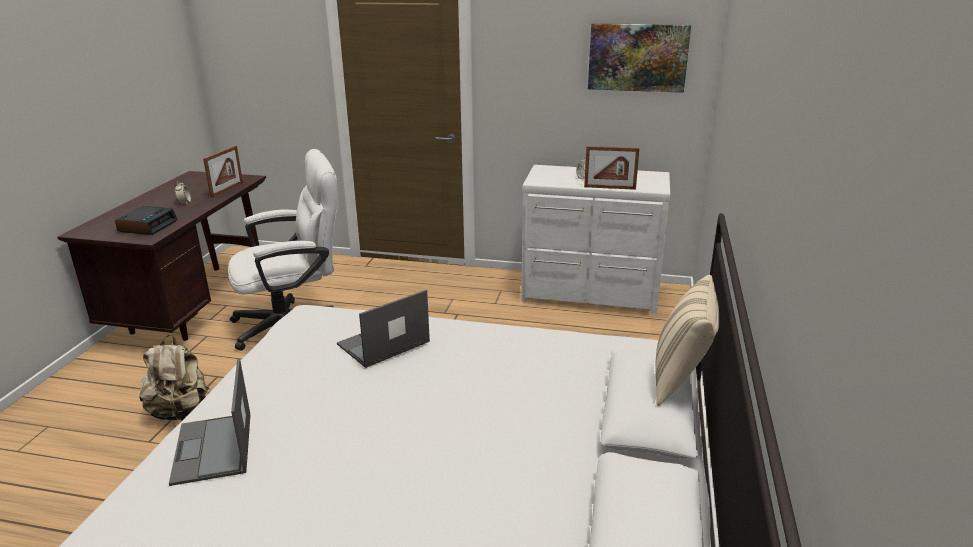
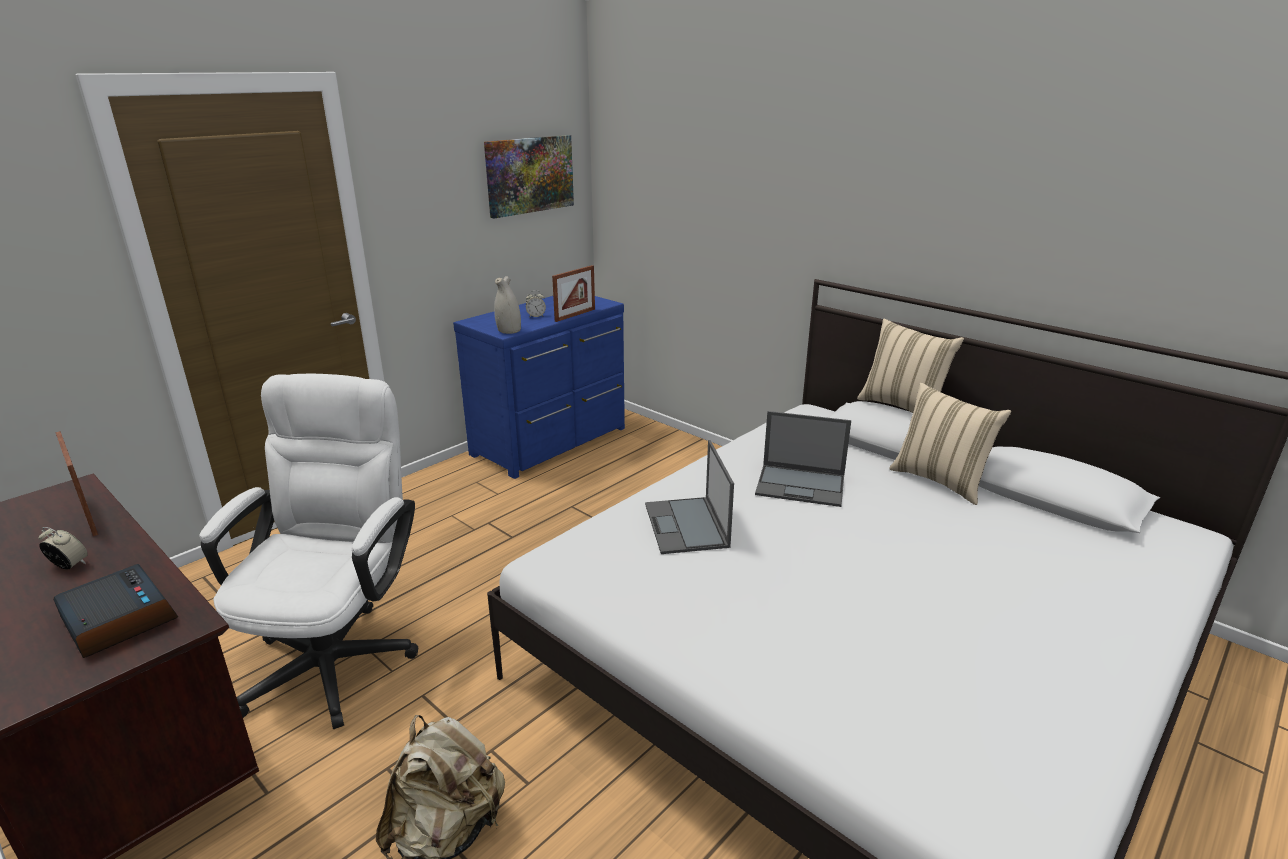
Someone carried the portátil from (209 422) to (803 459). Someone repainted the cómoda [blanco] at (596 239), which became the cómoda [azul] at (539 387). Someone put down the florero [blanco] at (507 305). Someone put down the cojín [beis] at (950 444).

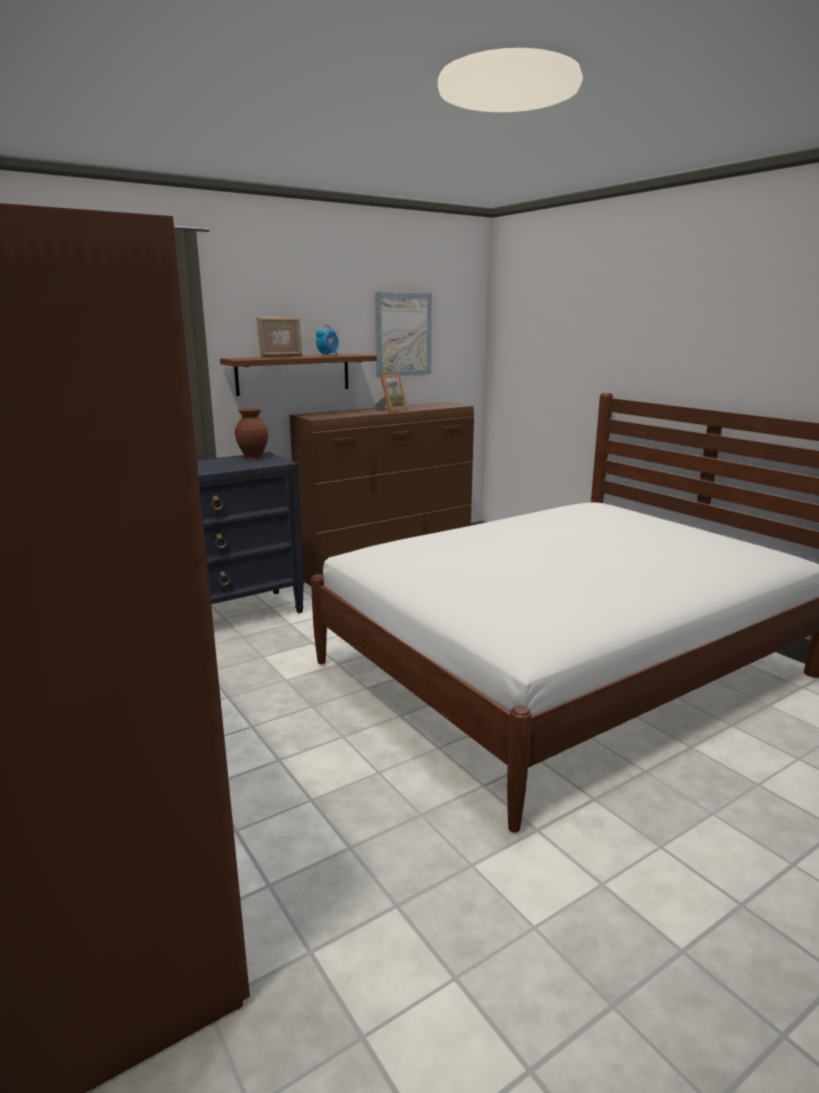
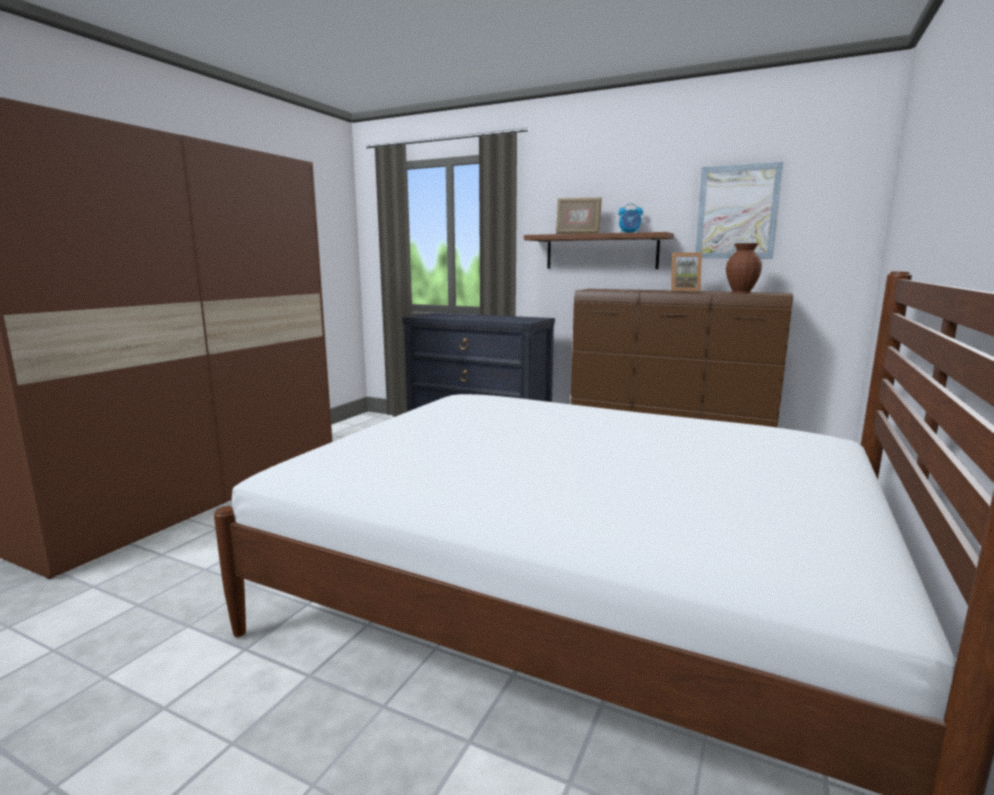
Someone carried the florero [marrón] from (251 434) to (744 268).

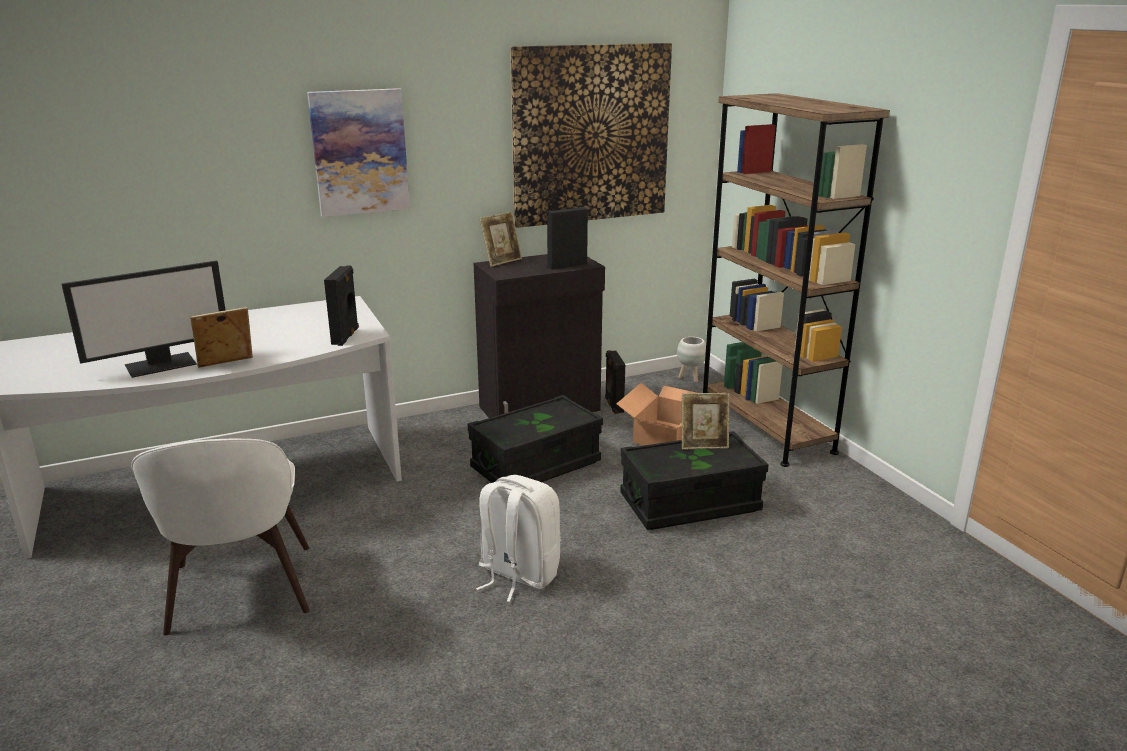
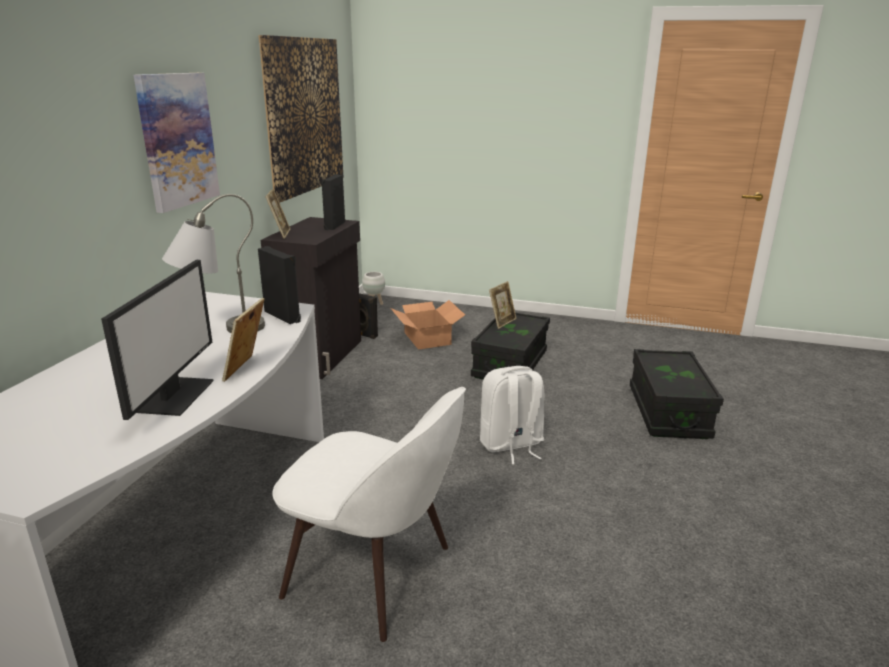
Someone carried the caja de almacenaje [negro] from (535 439) to (677 394). Someone took away the estantería [marrón] at (796 280). Someone put down the lámpara de mesa [gris] at (213 263).

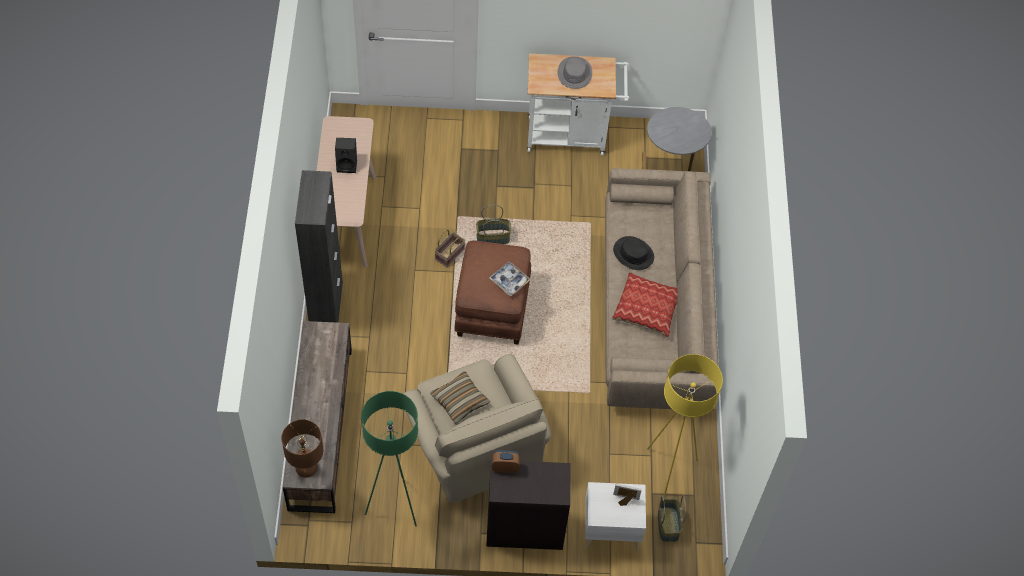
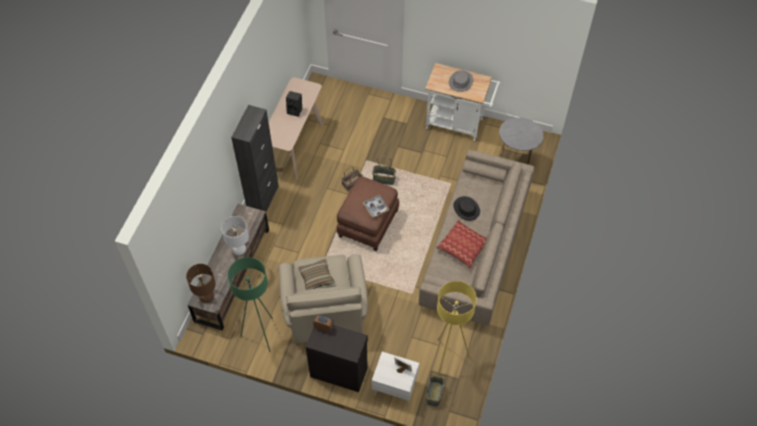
Someone put down the lámpara de mesa [blanco] at (235 235).

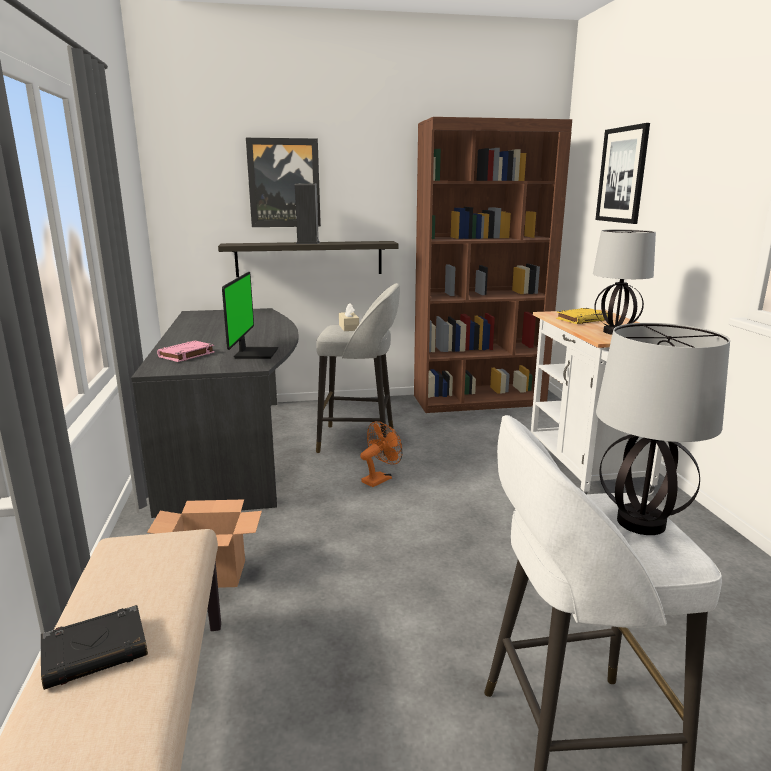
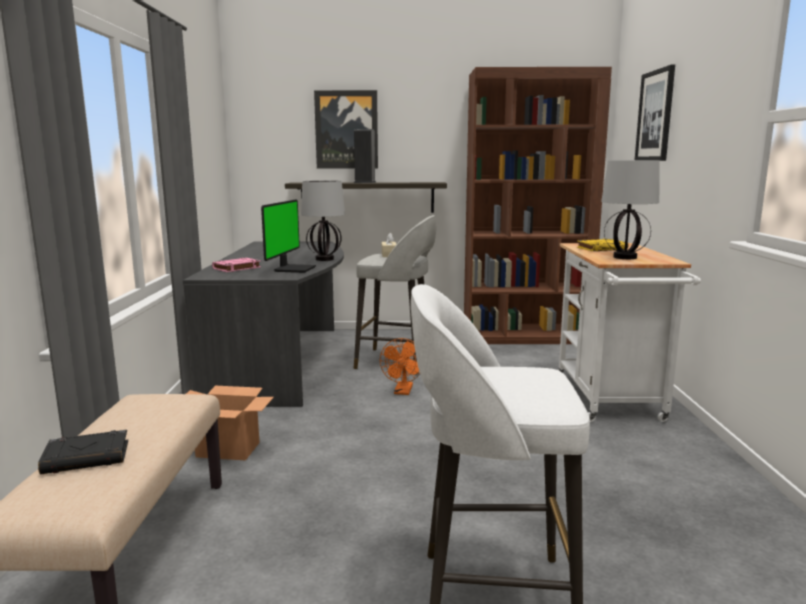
Someone rotated the ventilador [naranja] at (381 454) by 135 degrees clockwise. Someone carried the lámpara de mesa from (663 429) to (323 220).

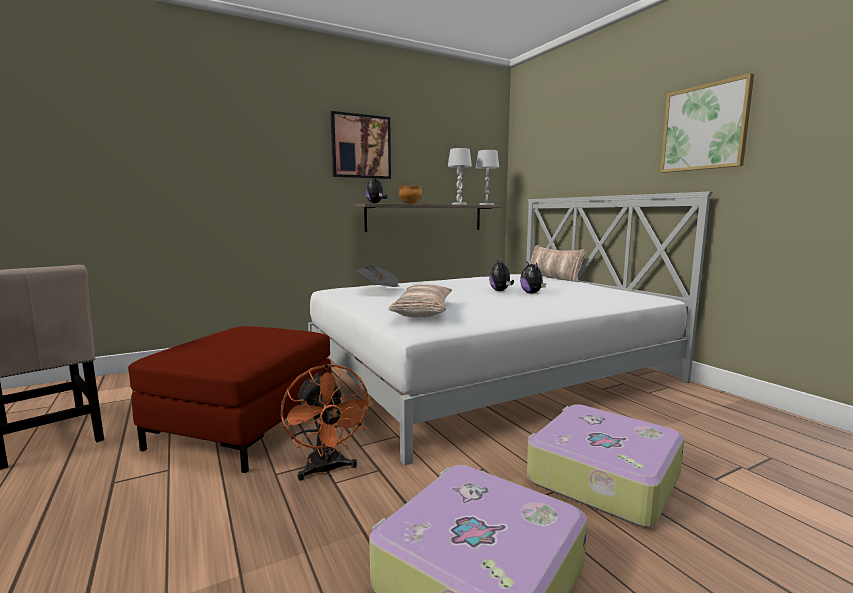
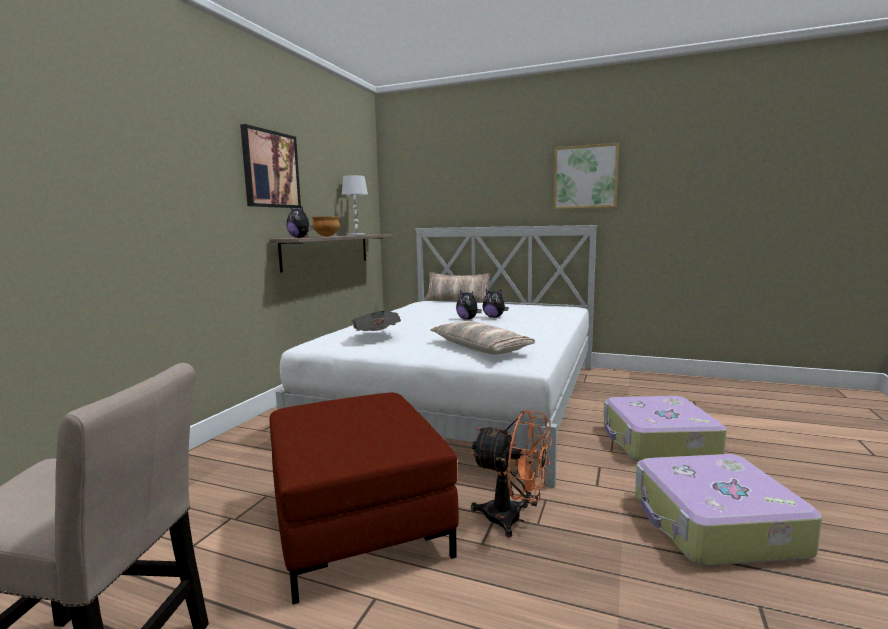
Someone took away the lámpara de mesa [blanco] at (487 177).

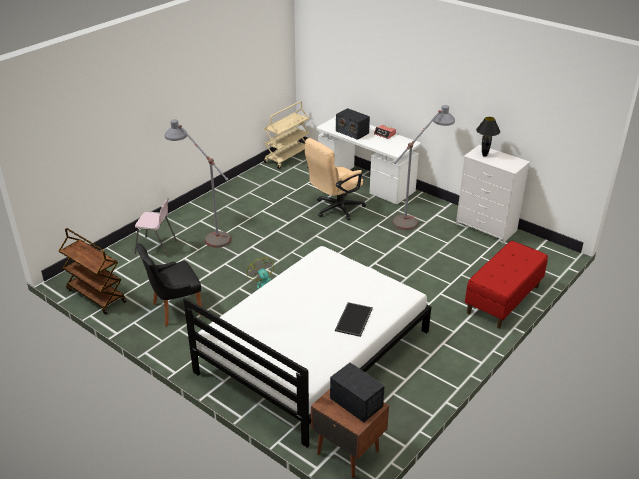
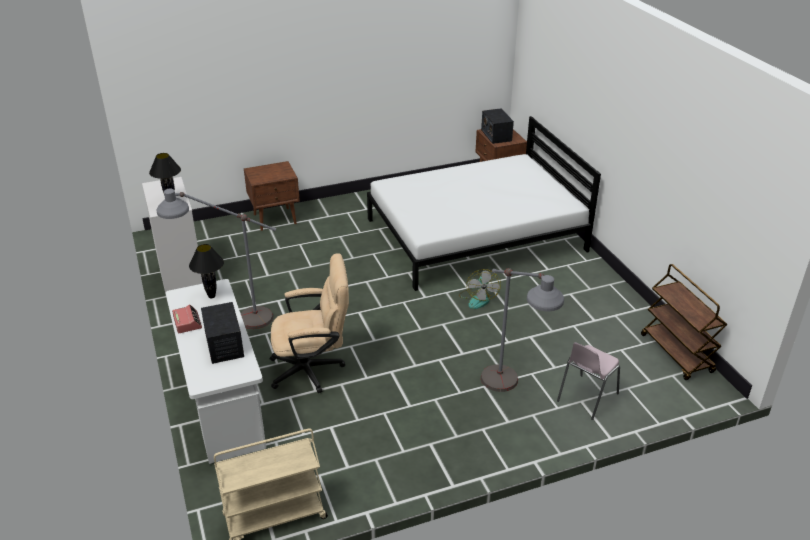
Someone rotated the silla [rosa] at (156 227) by 90 degrees counterclockwise. Someone took away the silla [negro] at (169 284). Someone took away the bandeja at (354 319). Someone swapped the banco [rojo] at (506 284) for the mesita de noche [marrón] at (272 196). Someone put down the lámpara de mesa [negro] at (206 271).

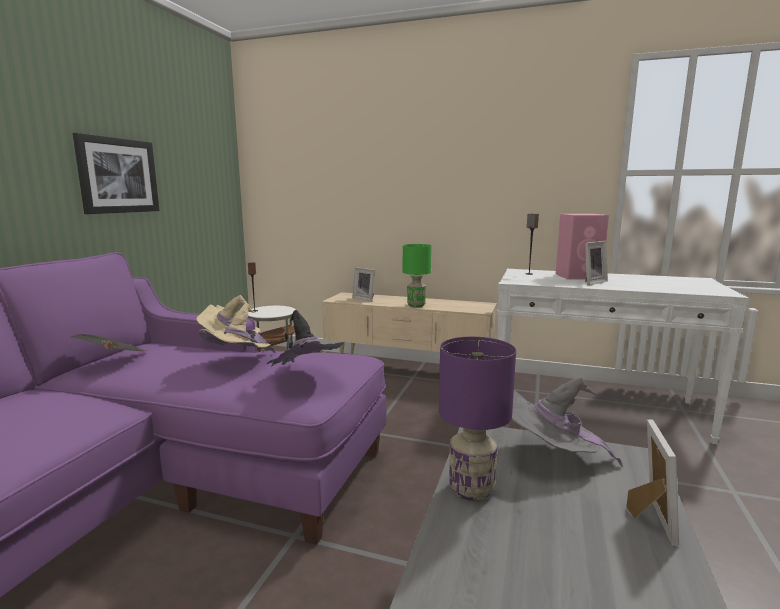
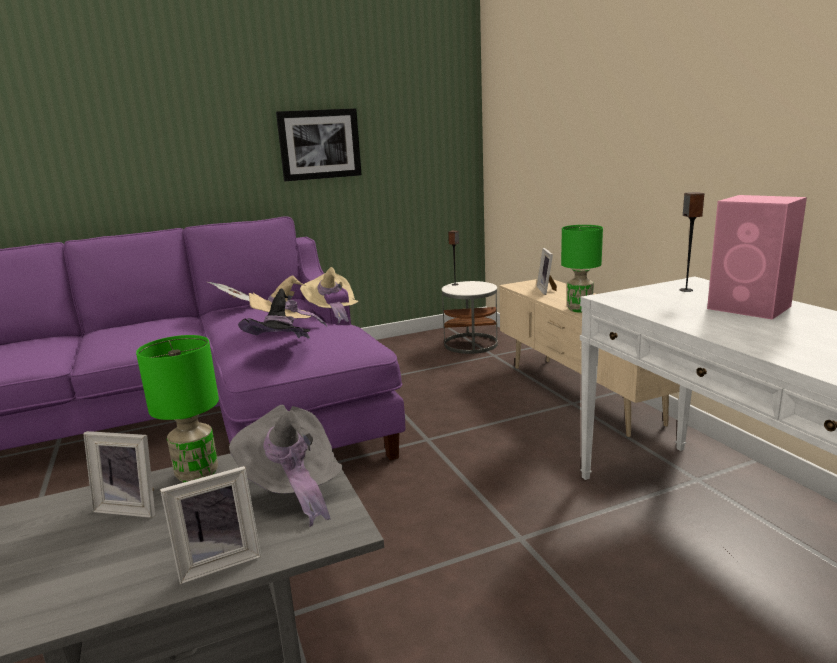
Someone repainted the lámpara de mesa [morado] at (477 419), which became the lámpara de mesa [verde] at (177 409). Someone carried the portarretratos from (596 263) to (119 474).

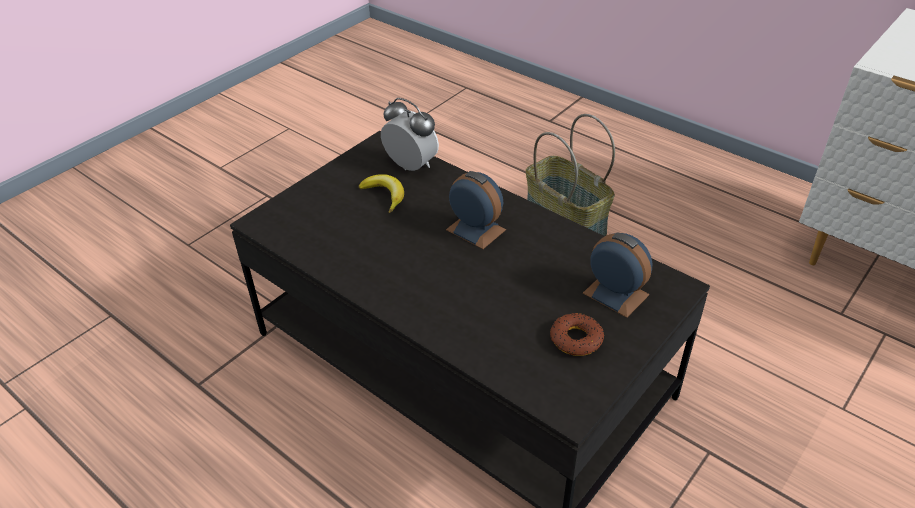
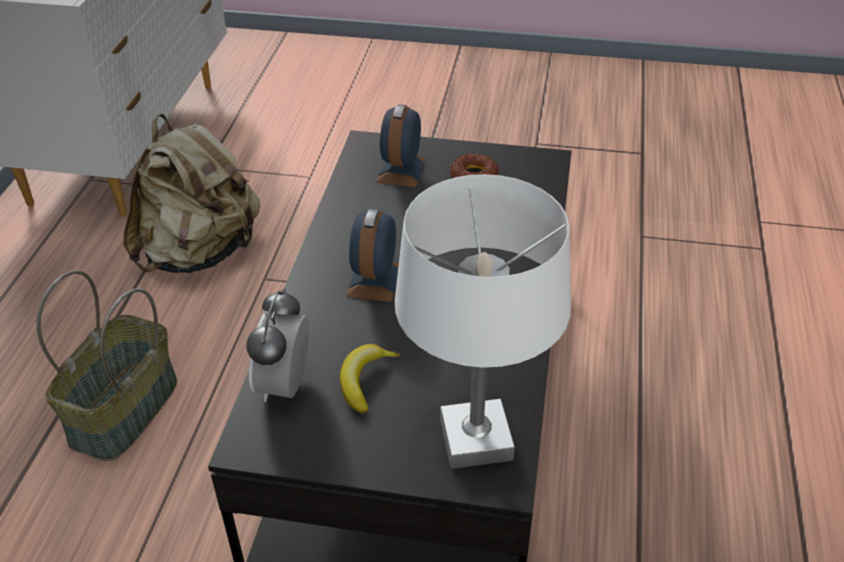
Someone put down the mochila [beis] at (192 193). Someone put down the lámpara de mesa [blanco] at (483 321).

